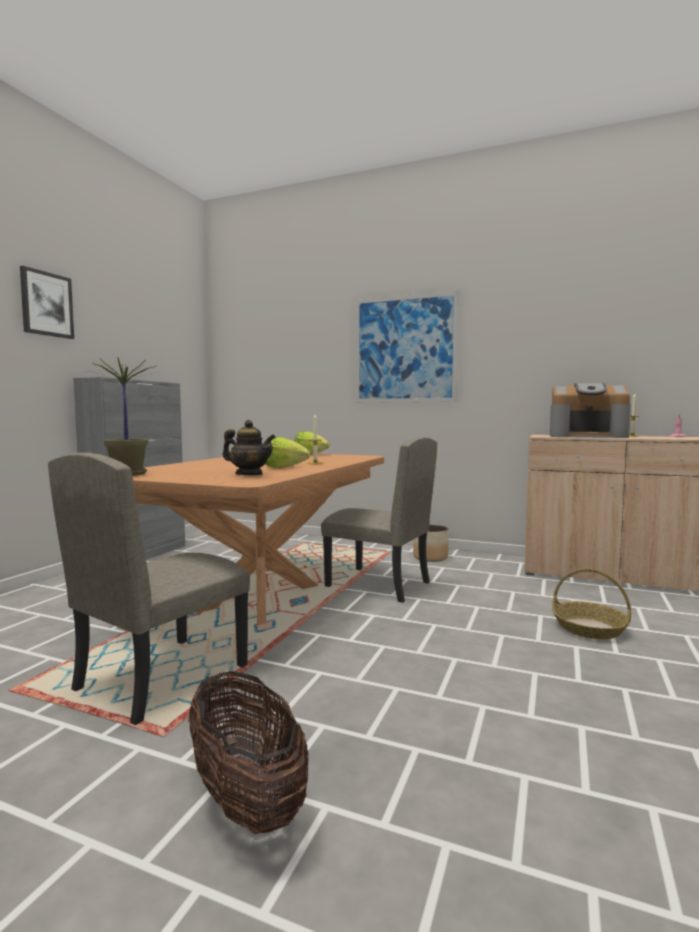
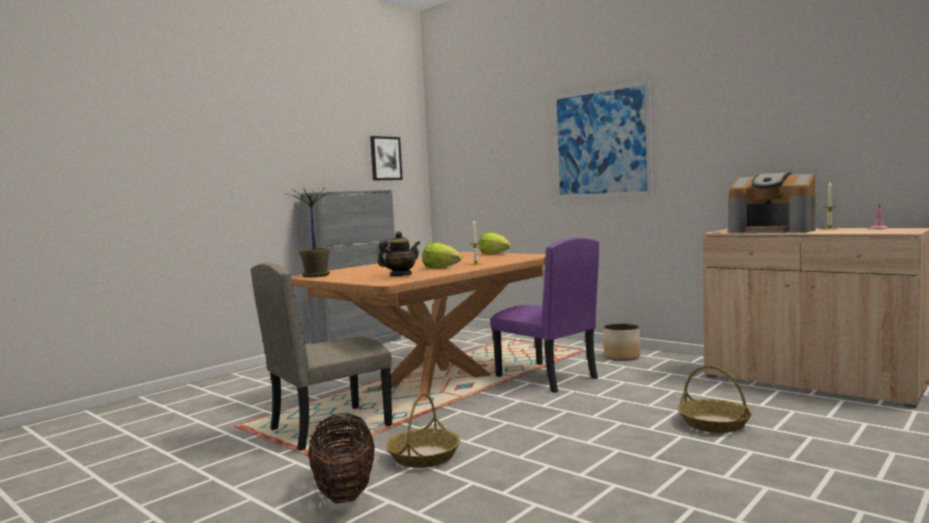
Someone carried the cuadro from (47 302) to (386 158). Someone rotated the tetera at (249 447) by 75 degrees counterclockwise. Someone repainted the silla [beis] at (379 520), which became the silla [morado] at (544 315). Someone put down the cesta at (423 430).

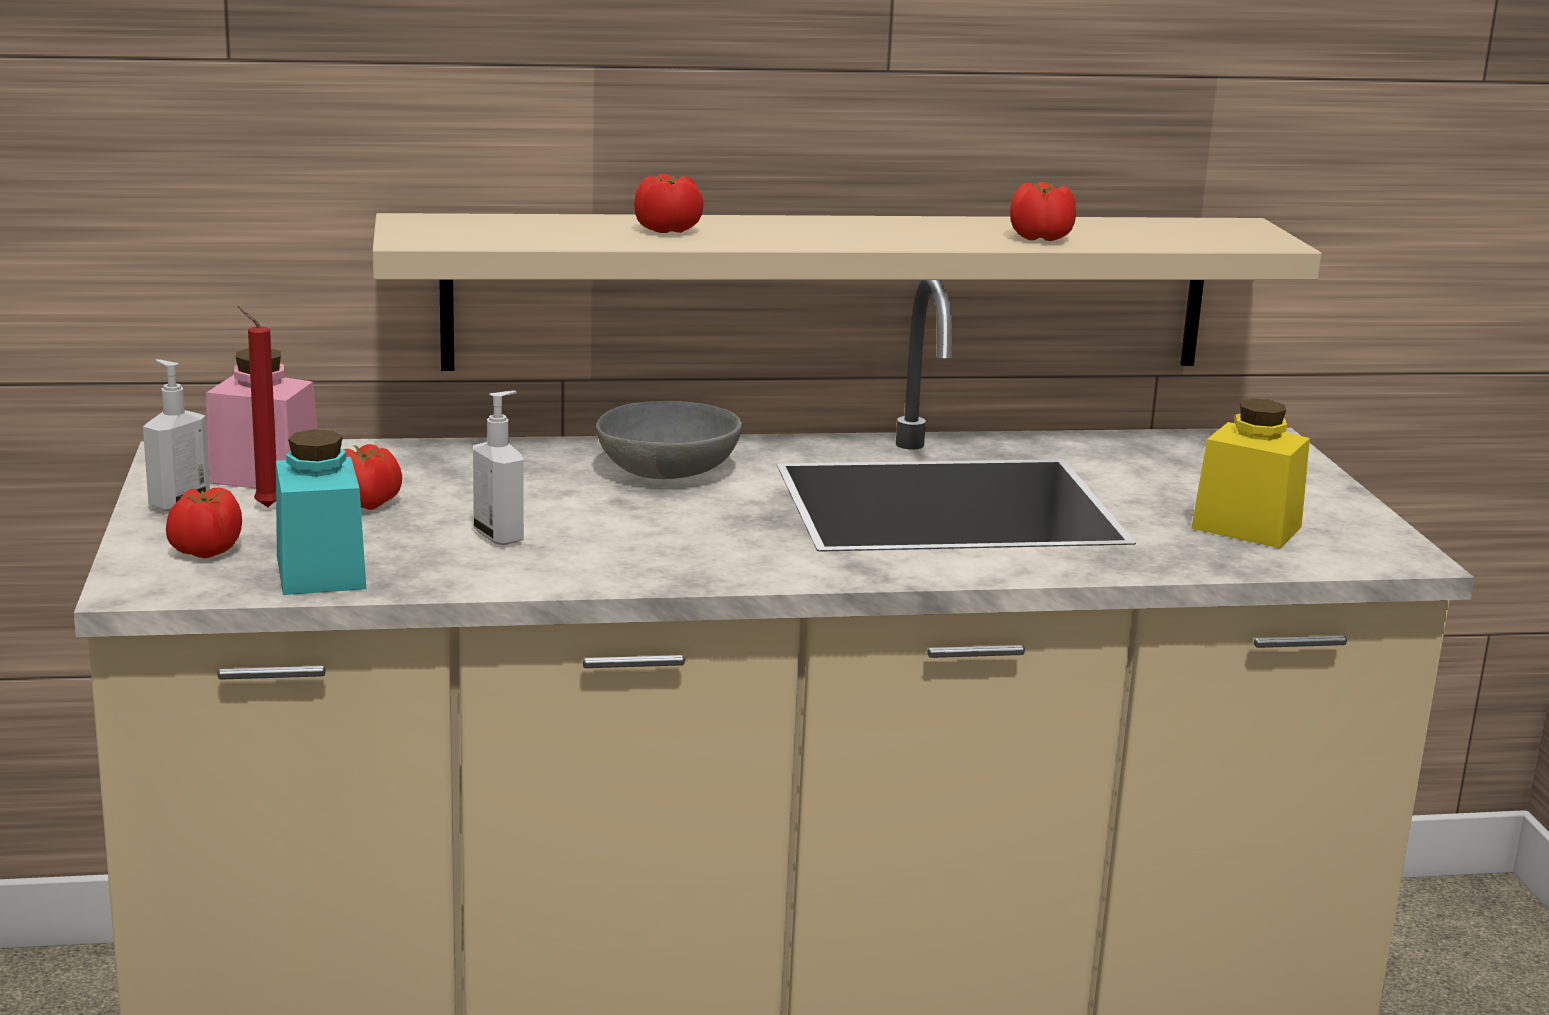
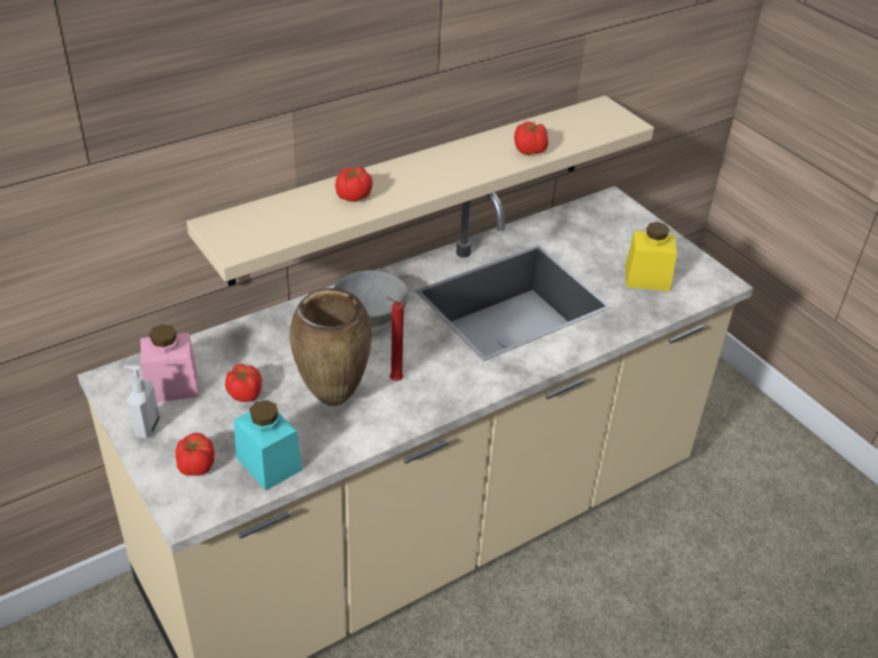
Someone carried the vela [rojo] from (257 406) to (395 339). Someone swapped the dispensador de jabón at (498 468) for the florero [marrón] at (330 347).

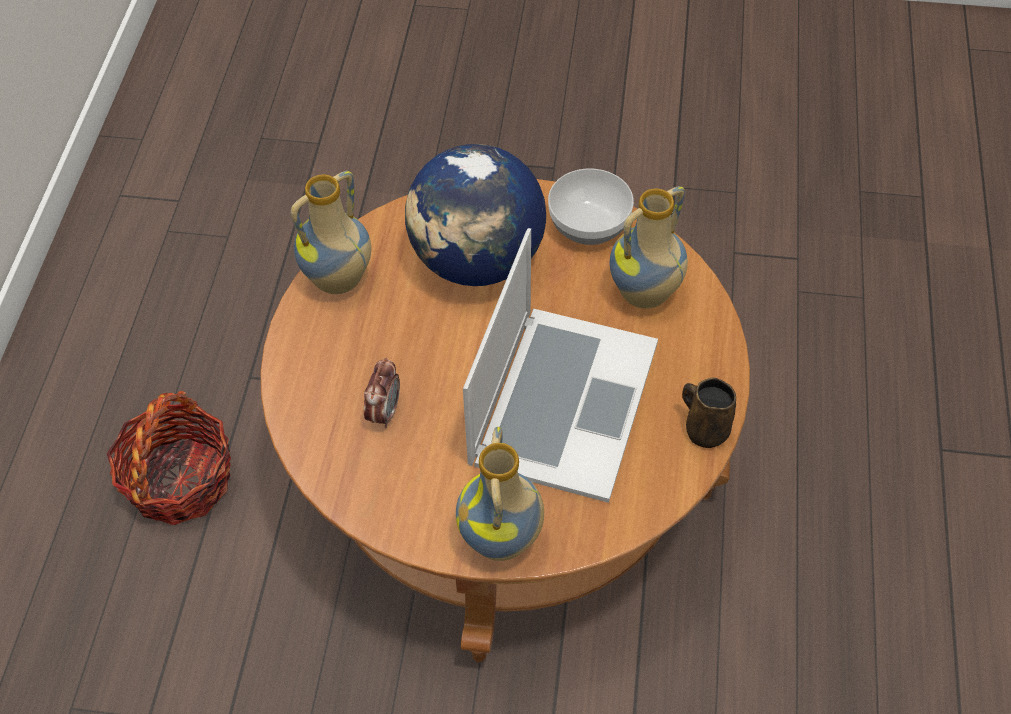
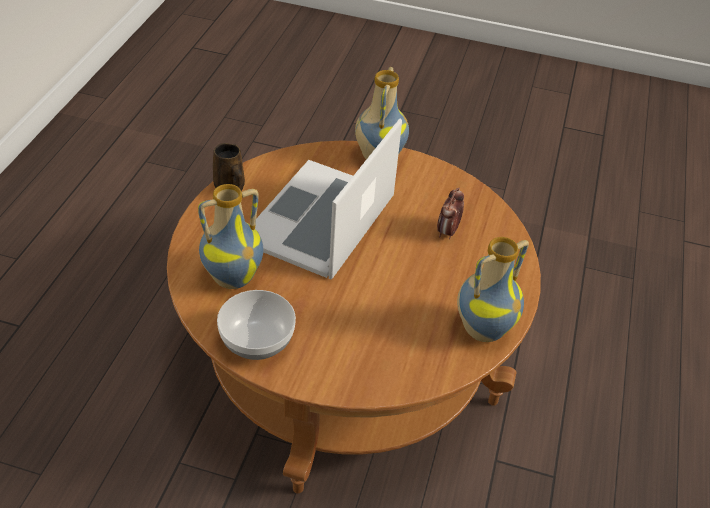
Someone took away the cesta at (169 458). Someone took away the globo terráqueo at (475 215).

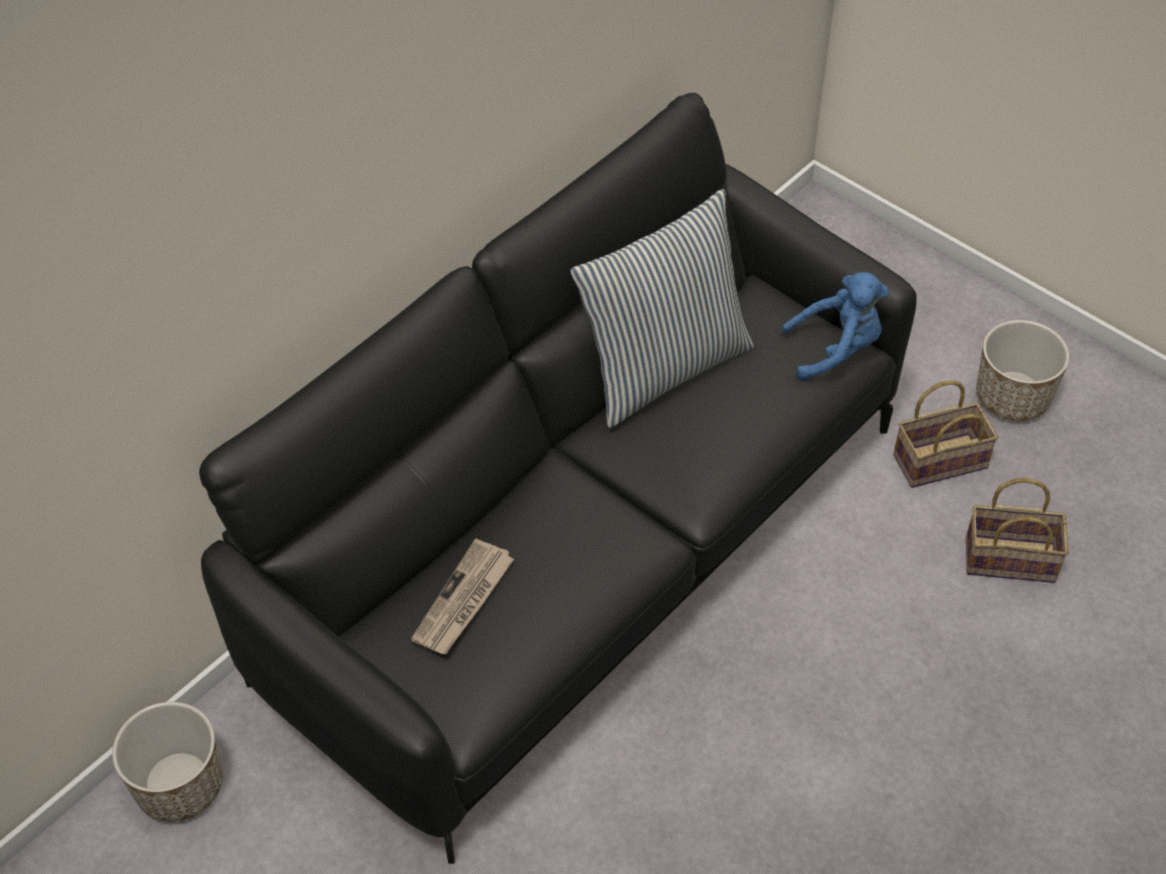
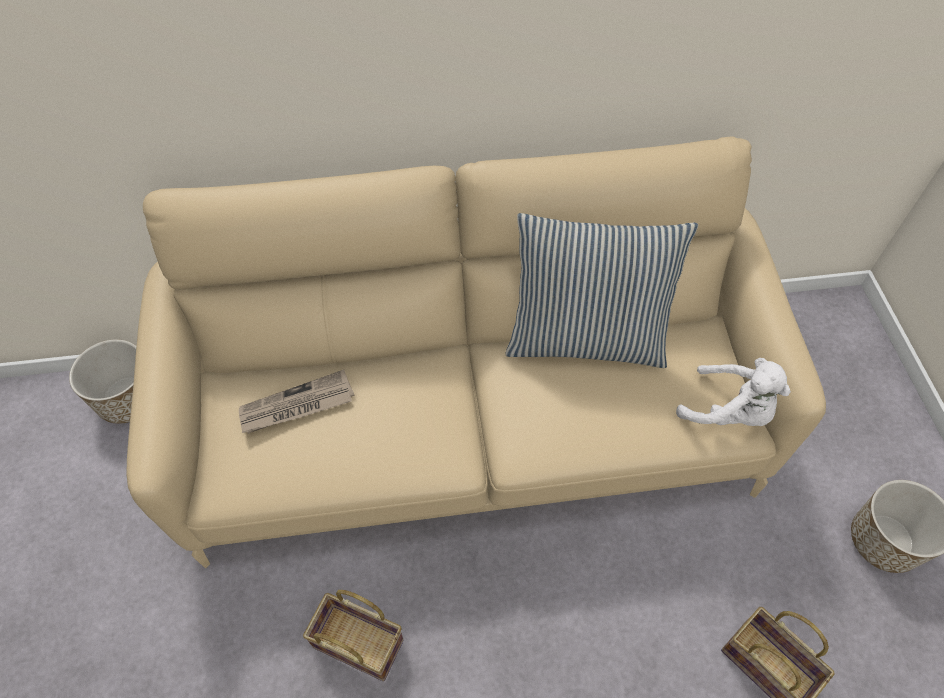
Someone repainted the sofá [negro] at (558 478), which became the sofá [beis] at (476 352). Someone repainted the peluche [azul] at (835 326), which became the peluche [blanco] at (733 392). Someone carried the cesta from (945 434) to (353 635).

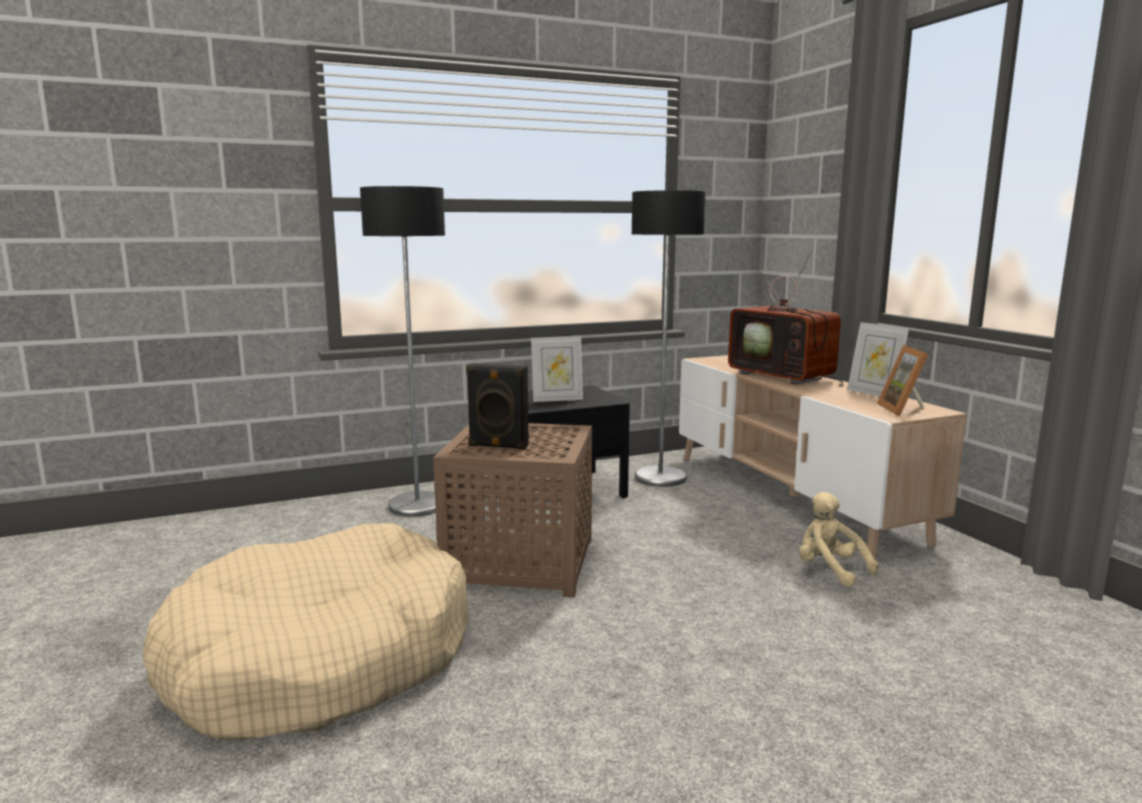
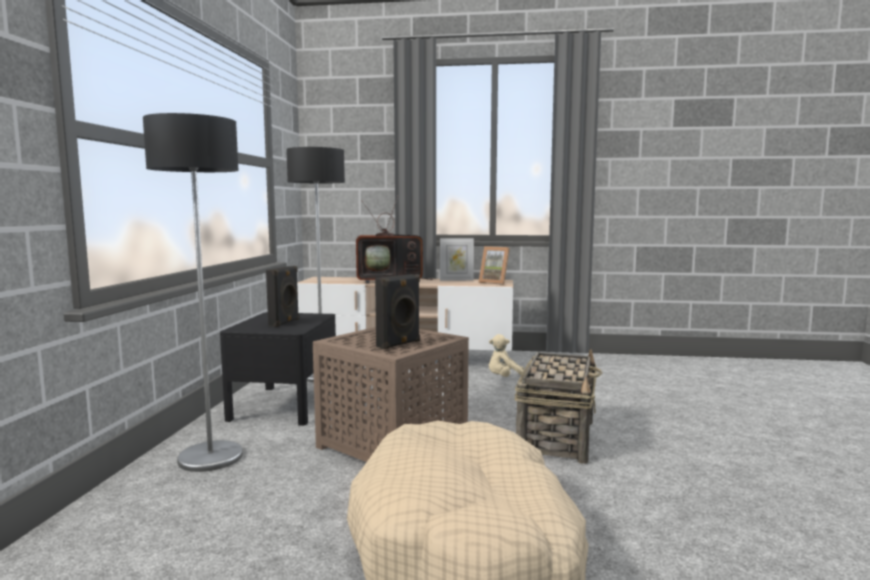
Someone swapped the portarretratos at (557 369) for the altavoz [negro] at (282 296). Someone put down the cesta at (558 406).

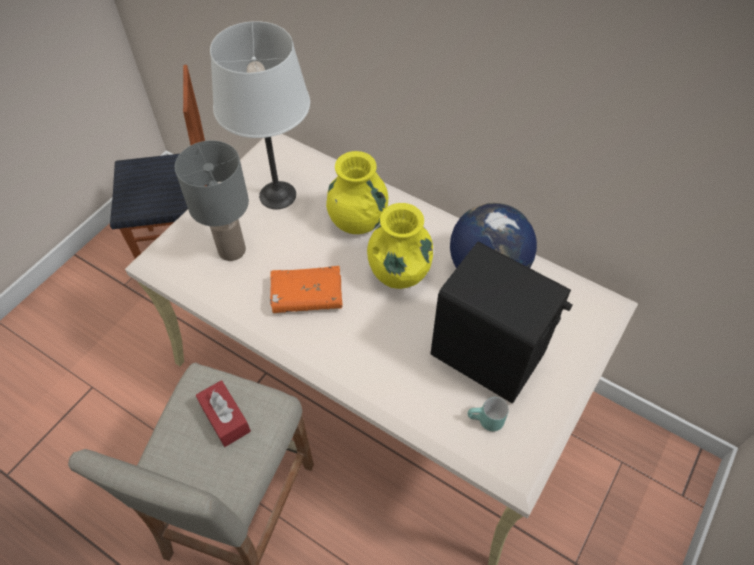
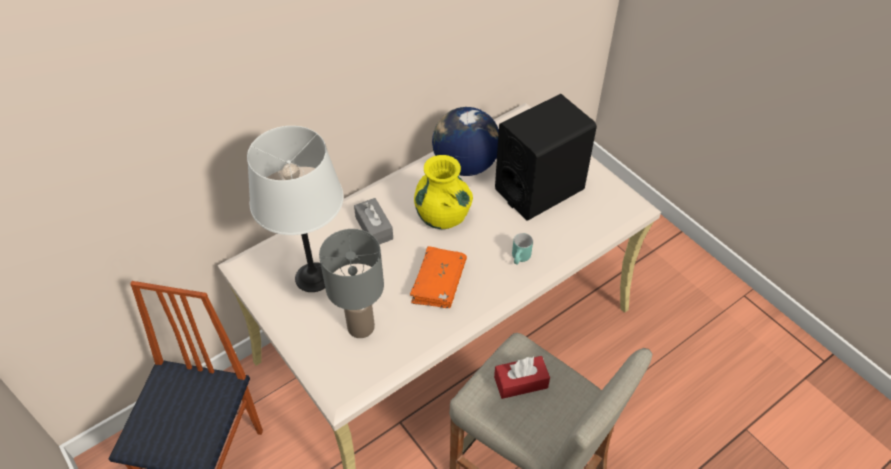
Someone swapped the florero [amarillo] at (357 192) for the caja de pañuelos [gris] at (373 221). Someone carried the taza grande [turquesa] from (488 414) to (522 249).

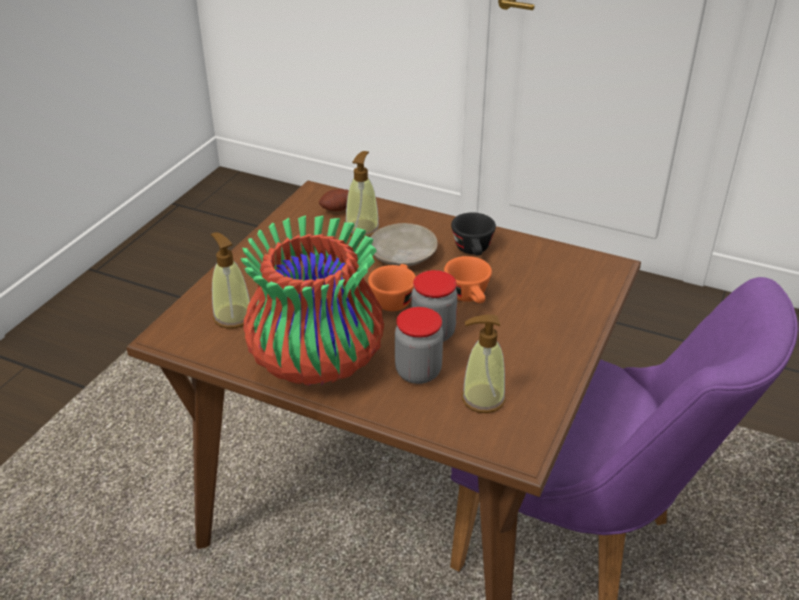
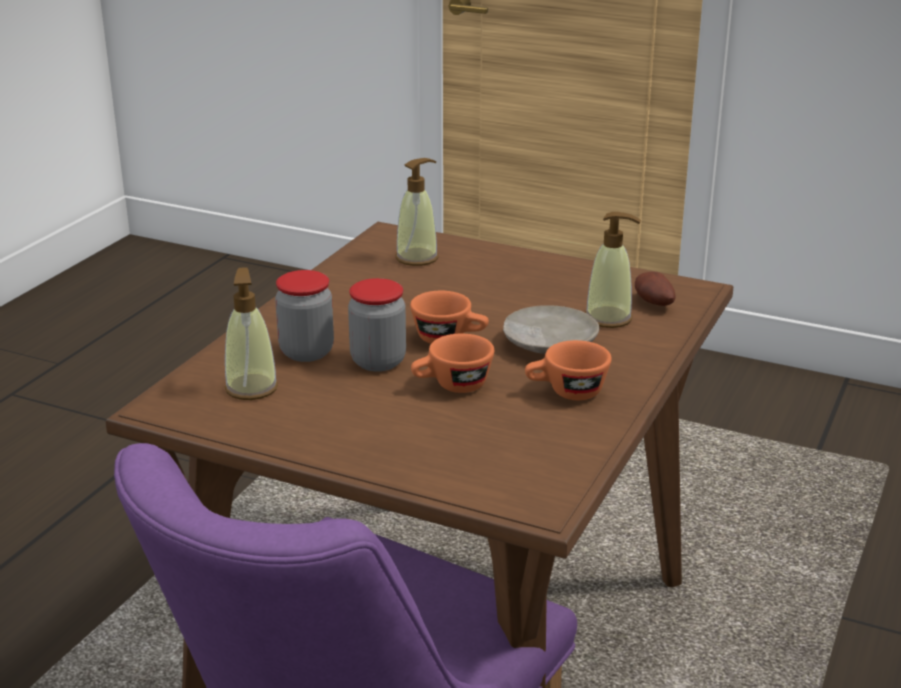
Someone took away the florero at (312 300). Someone repainted the taza [negro] at (473 233), which became the taza [naranja] at (568 370).

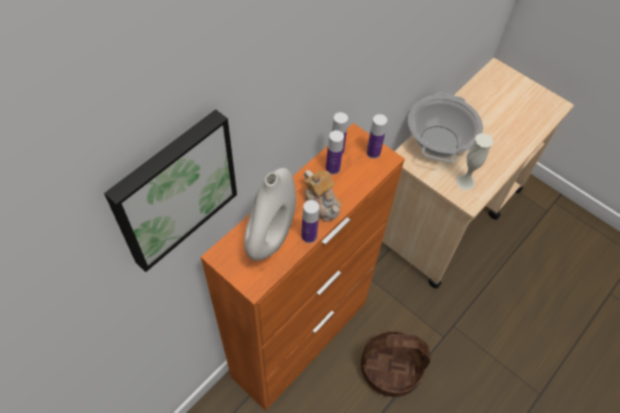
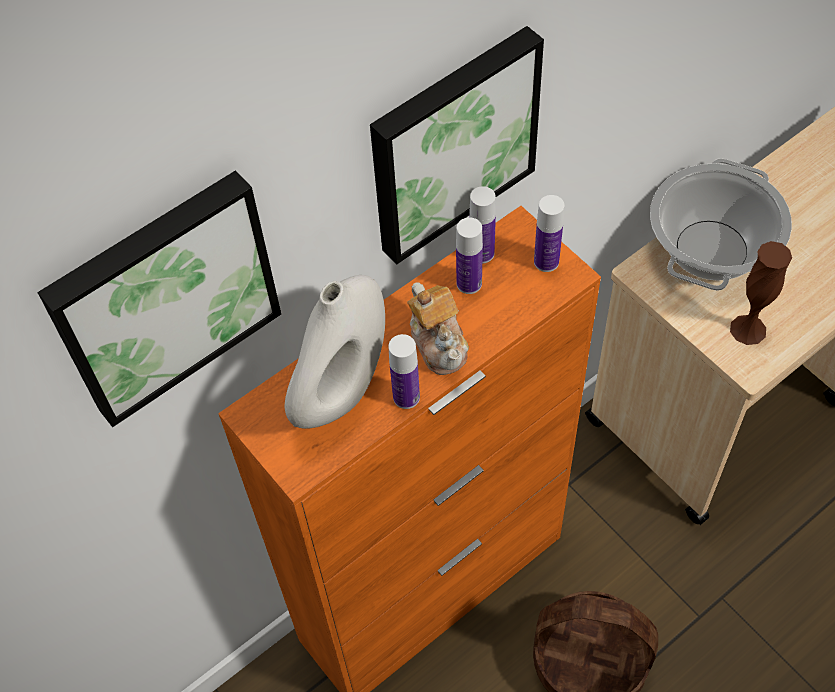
Someone repainted the florero [blanco] at (474 162), which became the florero [marrón] at (761 293). Someone put up the cuadro at (457 145).

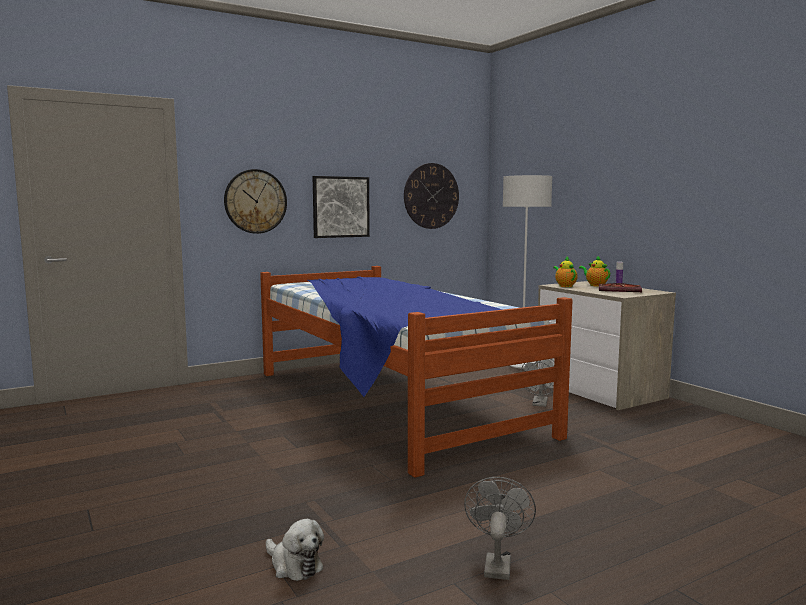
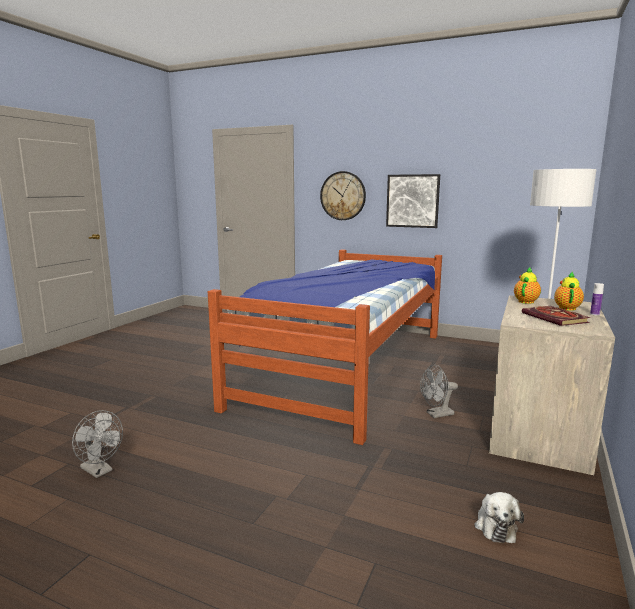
Someone carried the peluche from (295 550) to (499 517). Someone took away the reloj de pared at (431 196). Someone rotated the ventilador [gris] at (500 528) by 60 degrees clockwise.

